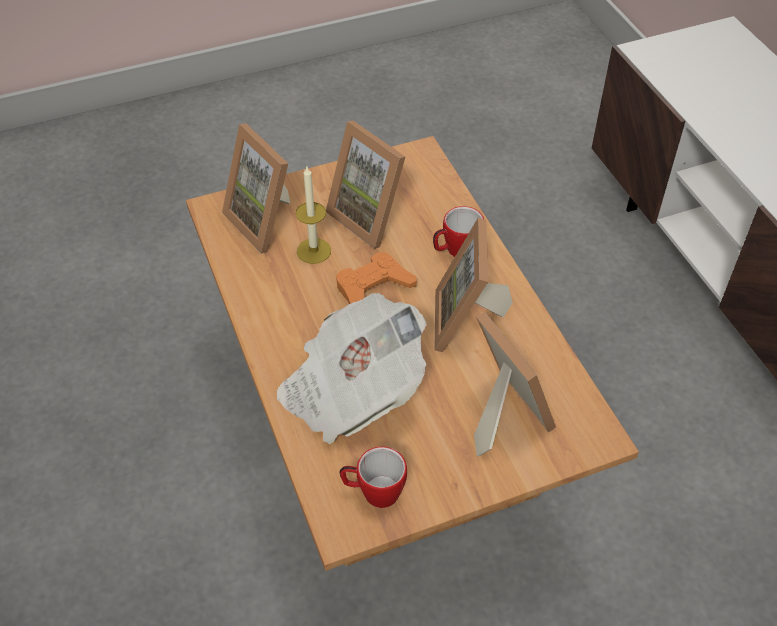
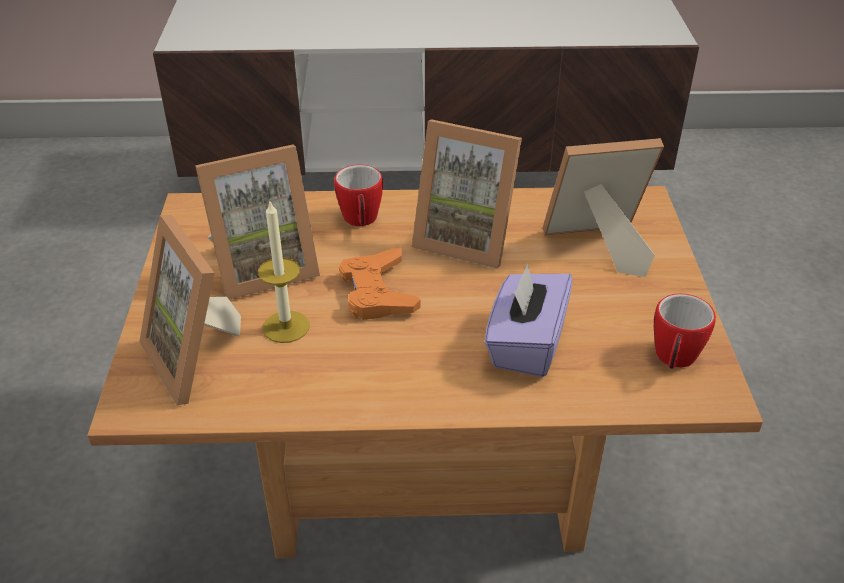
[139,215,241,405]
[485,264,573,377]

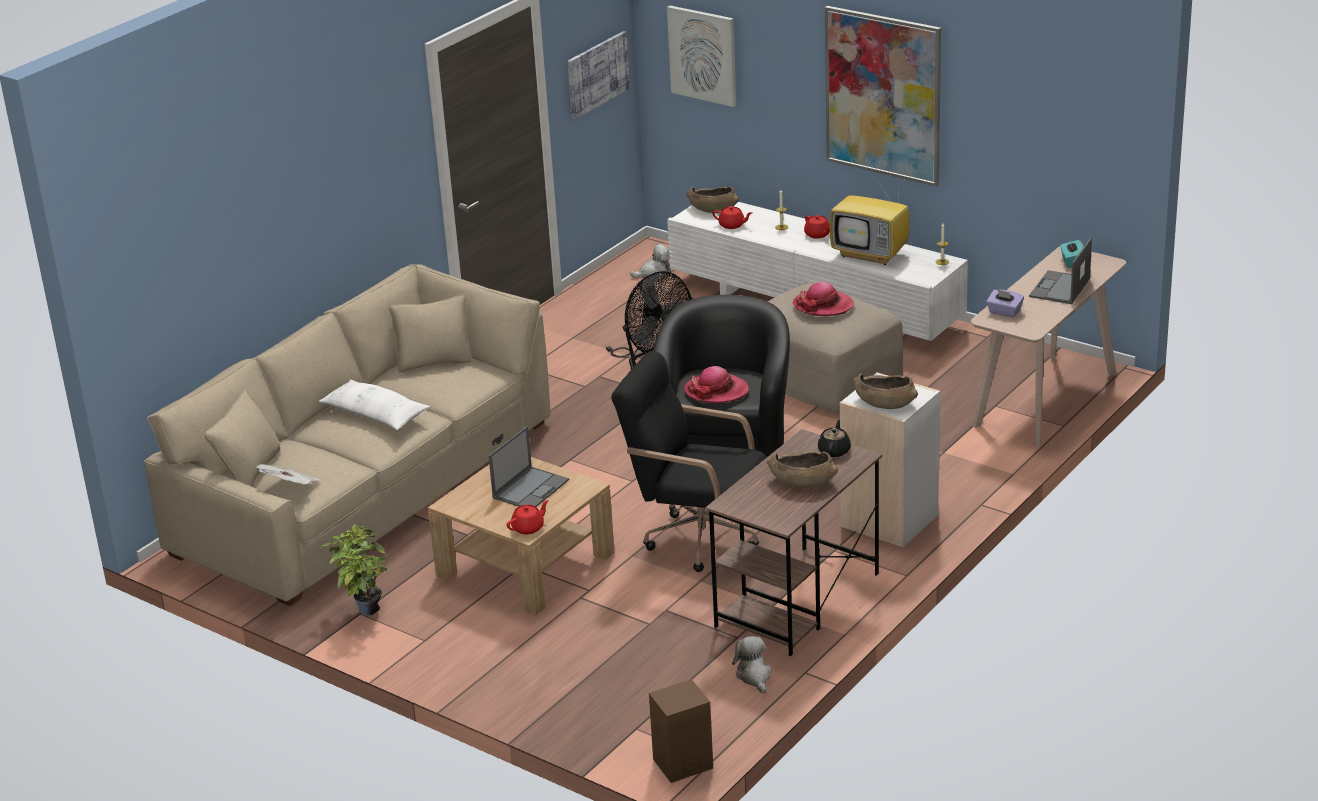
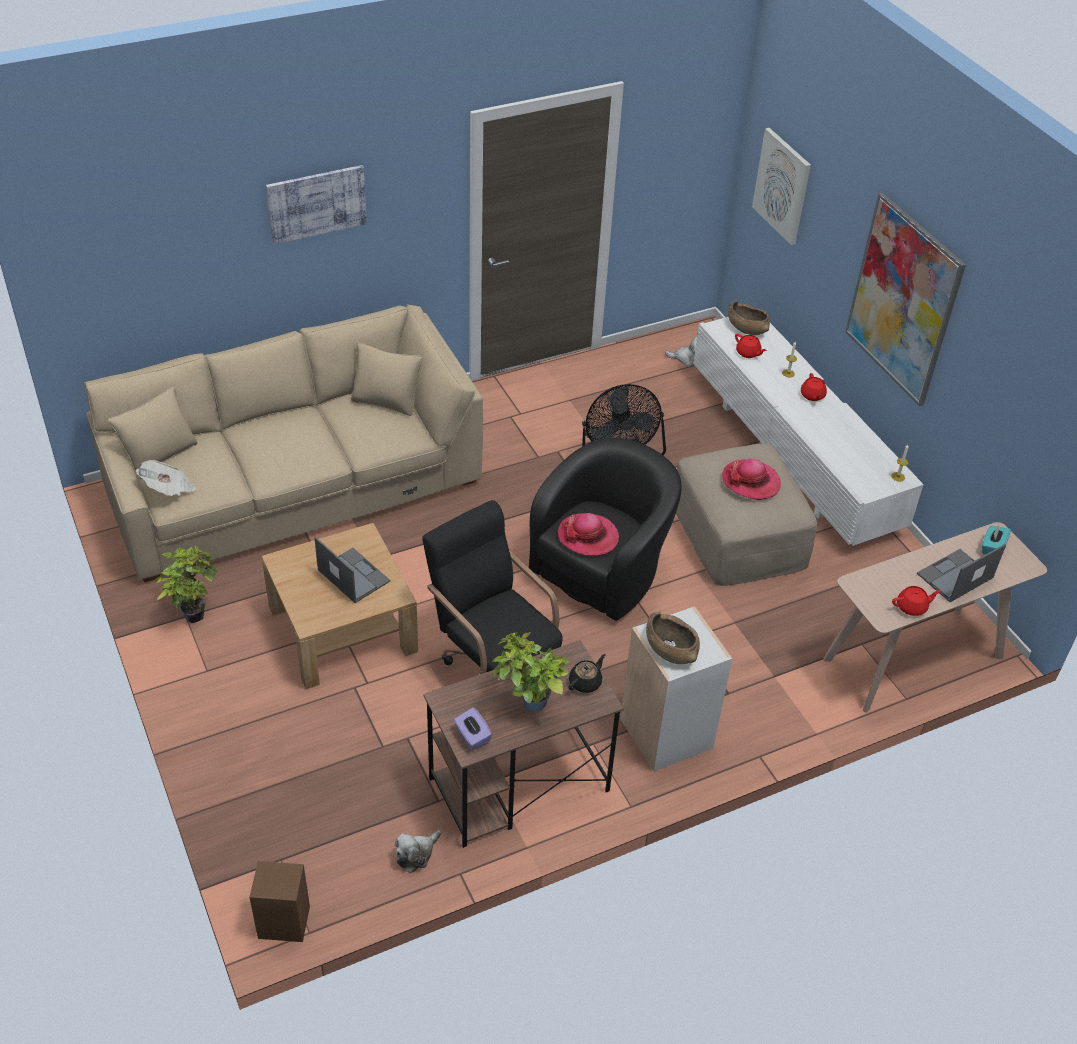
[319,380,430,430] (first image)
[314,537,390,603]
[892,586,941,616]
[266,165,367,245]
[395,830,442,873]
[492,632,569,712]
[830,169,910,265] (first image)
[454,707,492,750]

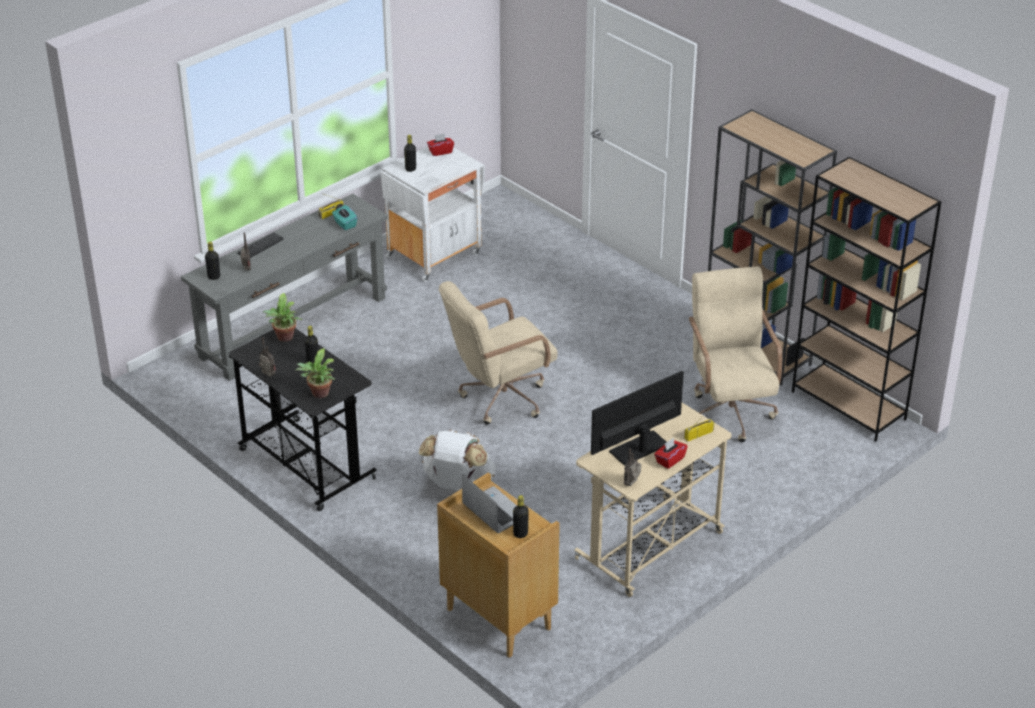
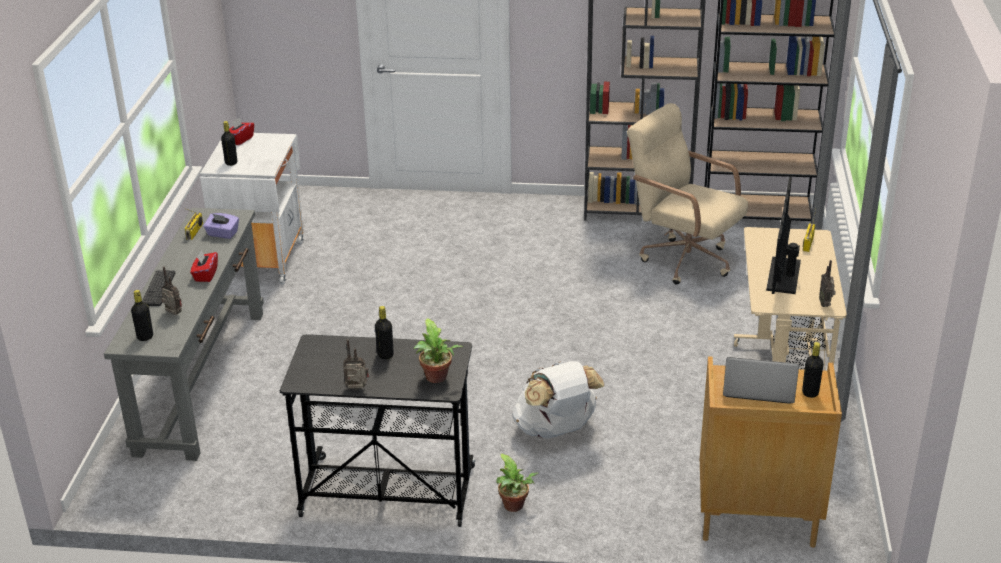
[496,454,539,512]
[203,213,239,239]
[439,281,558,425] (first image)
[190,250,218,282]

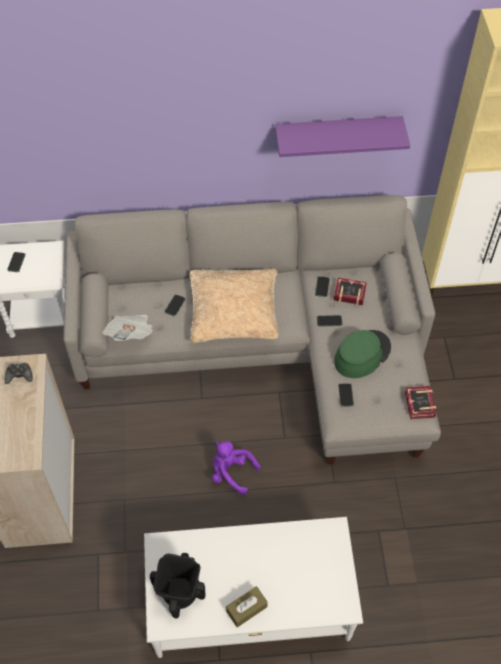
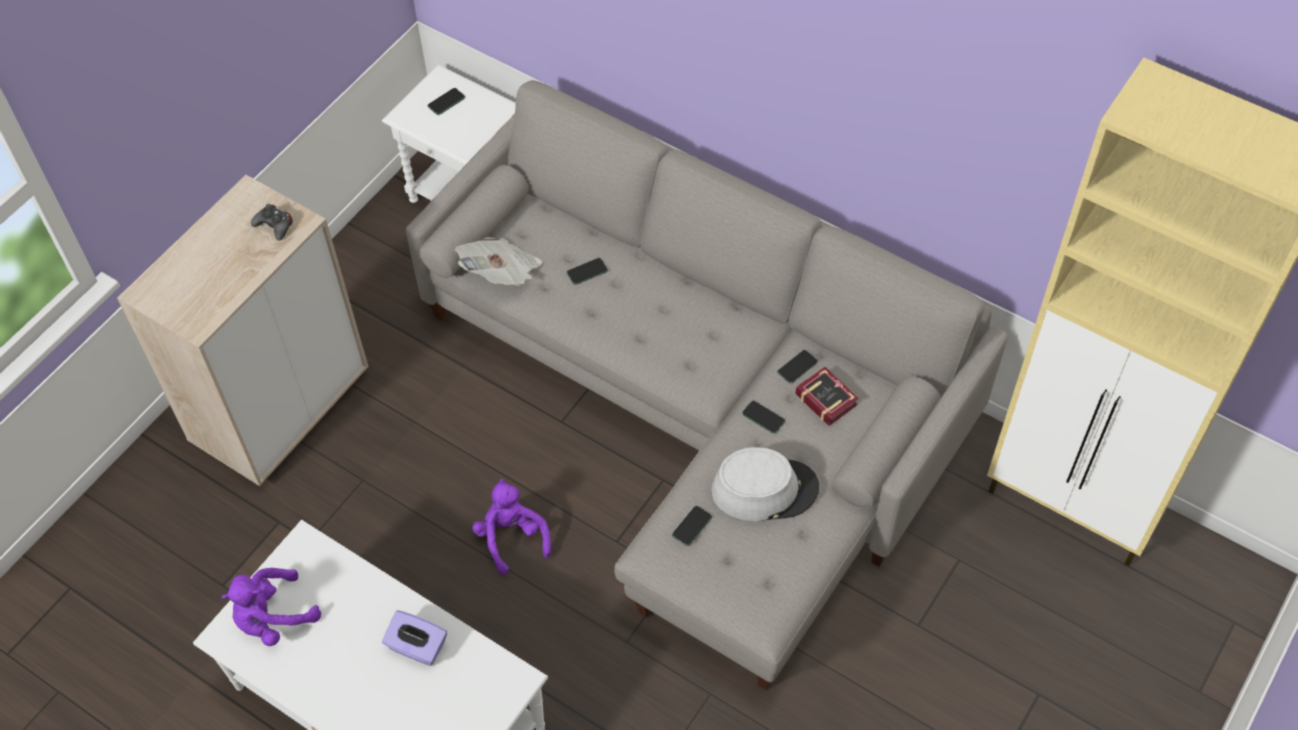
[222,568,321,646]
[190,268,279,343] (first image)
[226,586,268,627] (first image)
[275,116,410,157] (first image)
[711,447,819,521]
[405,386,437,420] (first image)
[382,610,447,666]

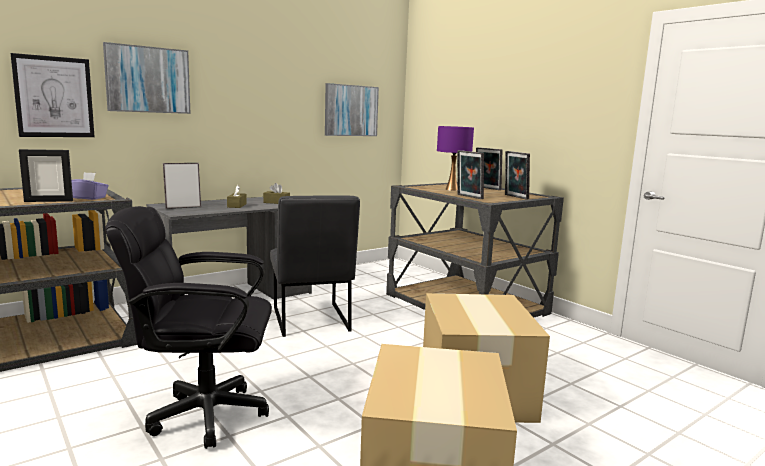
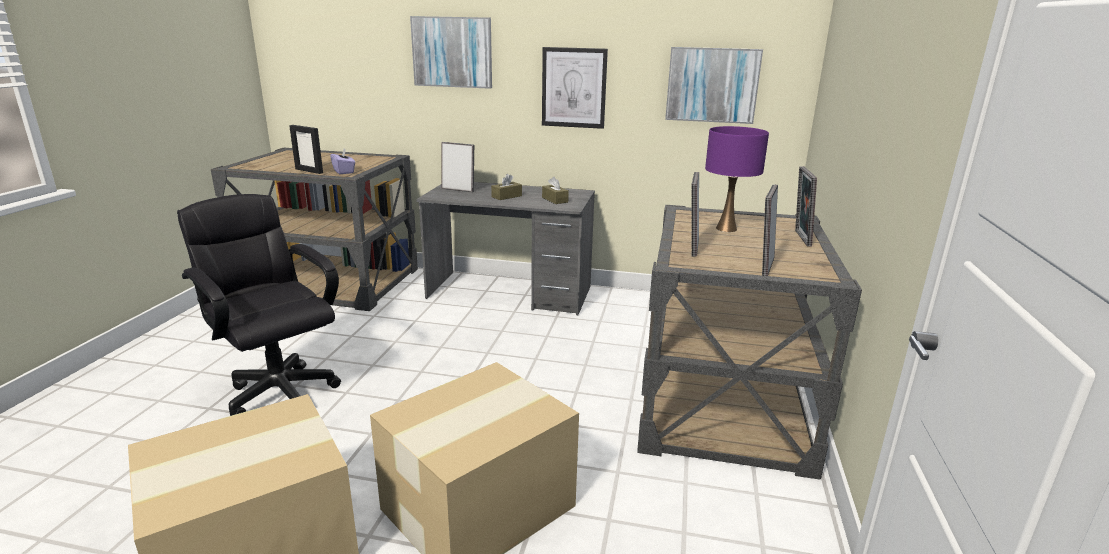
[542,47,608,129]
[270,196,360,337] (first image)

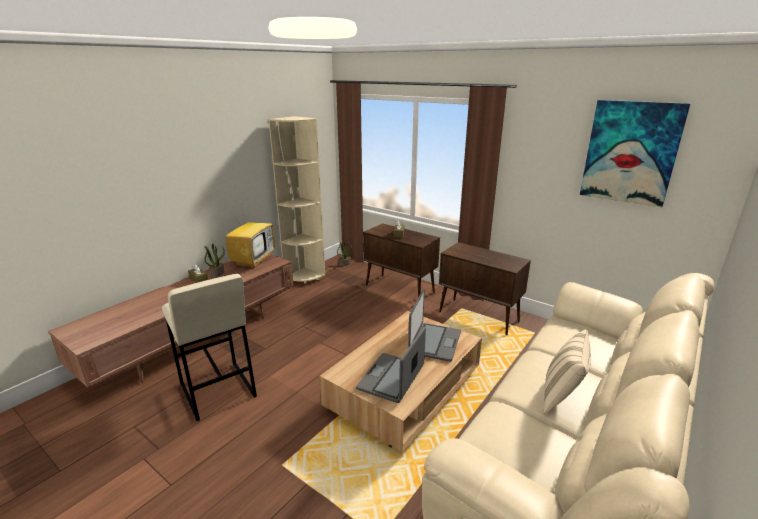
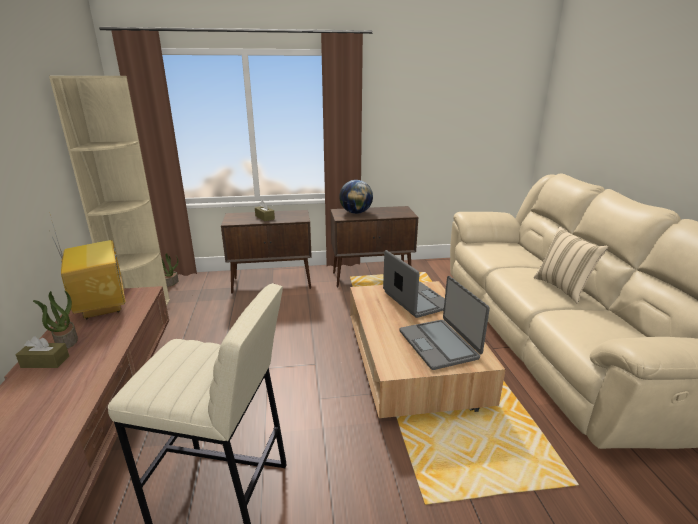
[580,100,691,207] (first image)
[339,180,373,214]

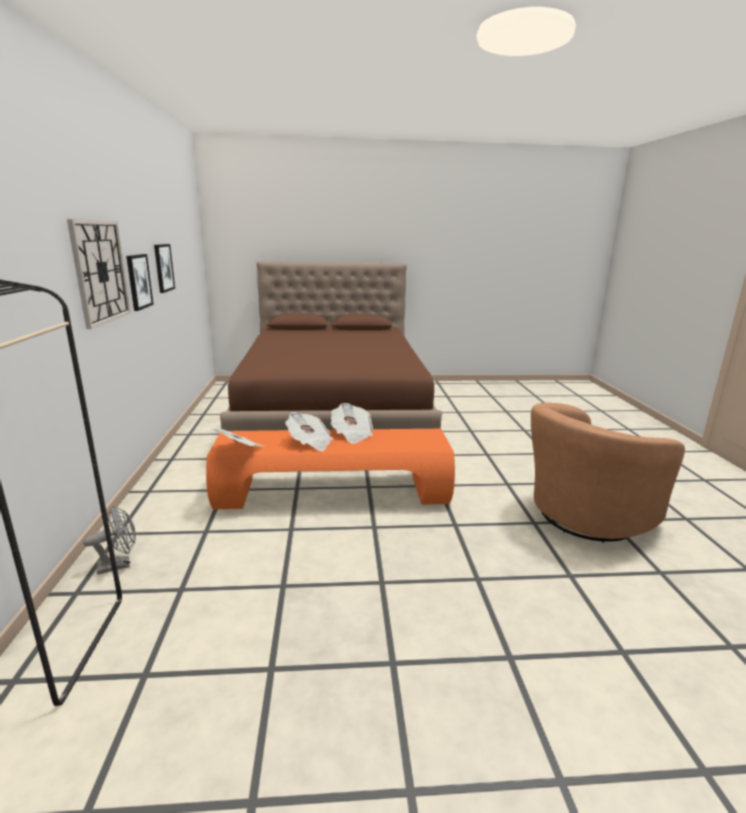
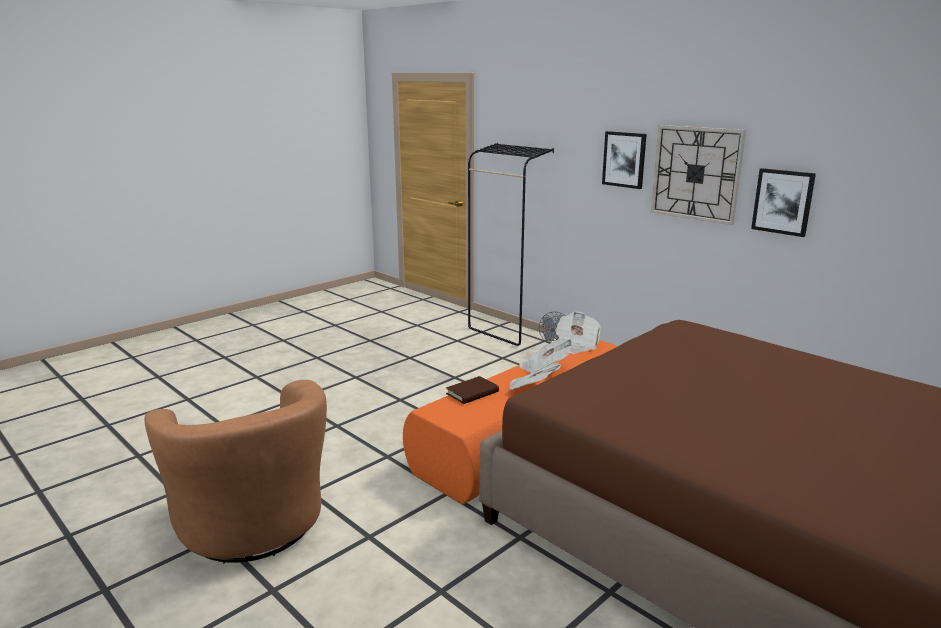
[602,131,647,189]
[144,380,327,564]
[446,376,499,404]

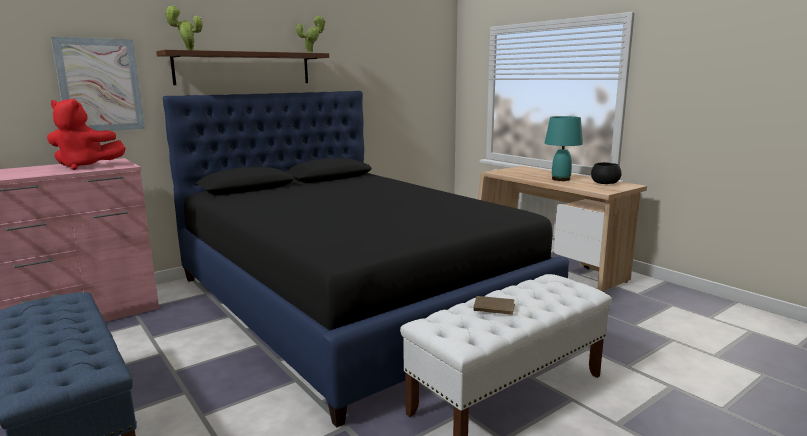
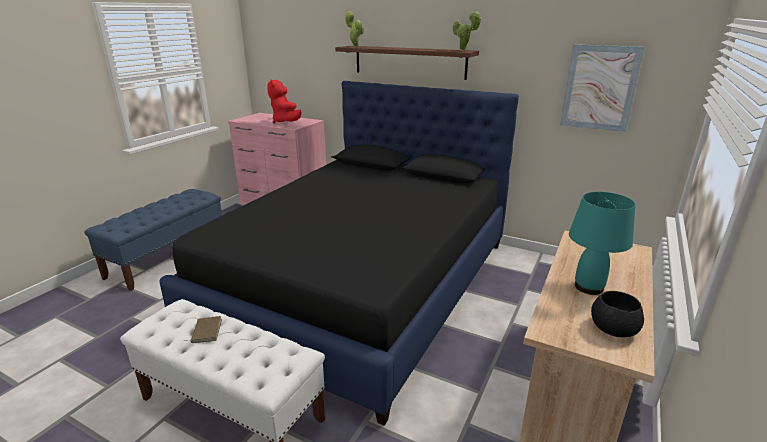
[560,45,645,132]

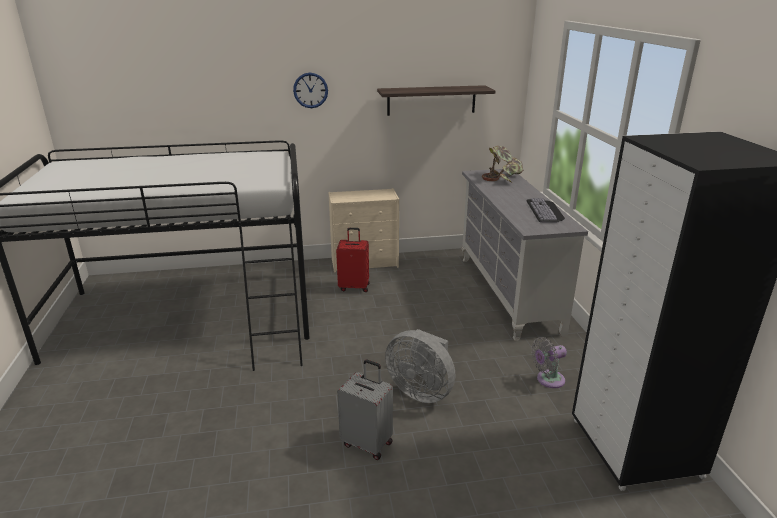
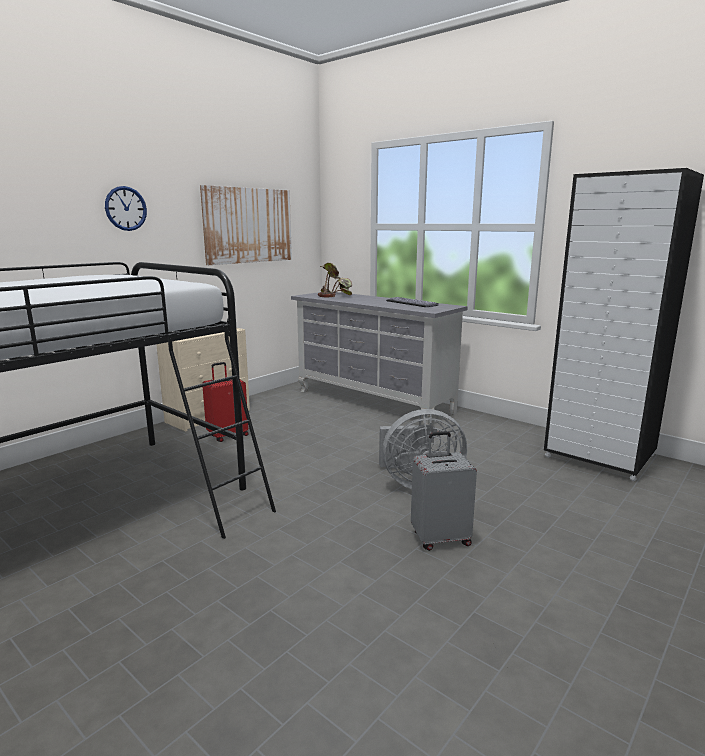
[200,185,292,265]
[531,337,567,388] (first image)

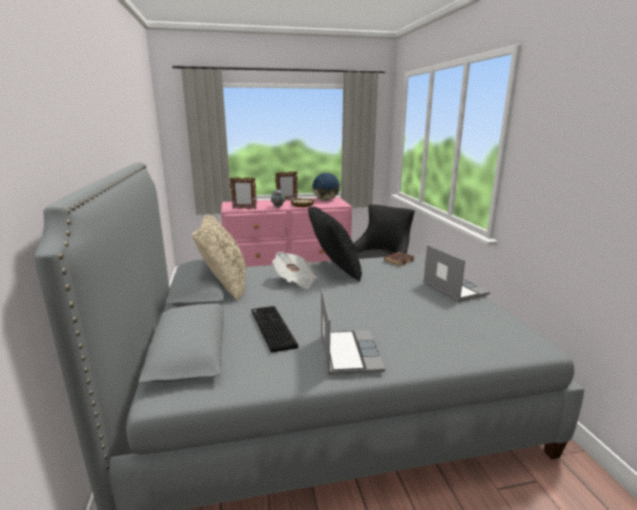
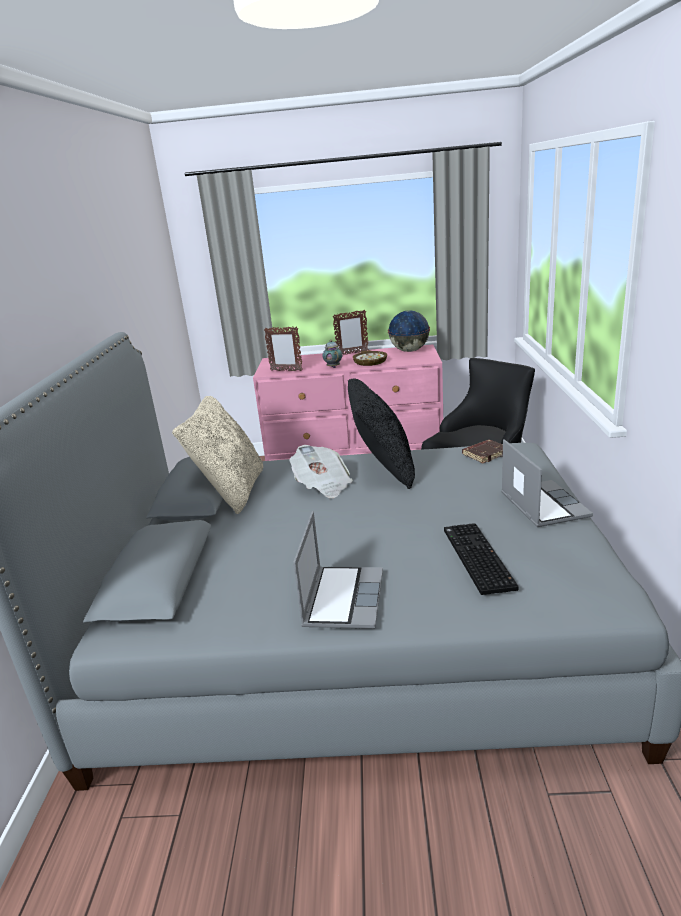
[444,523,519,595]

